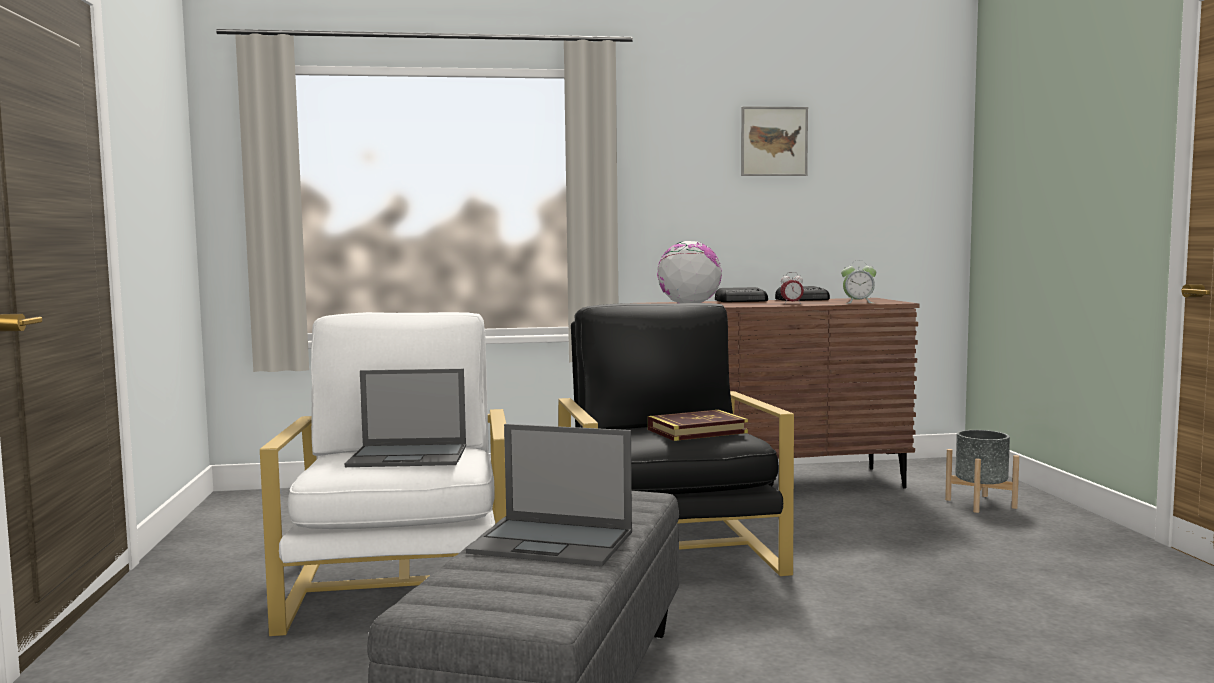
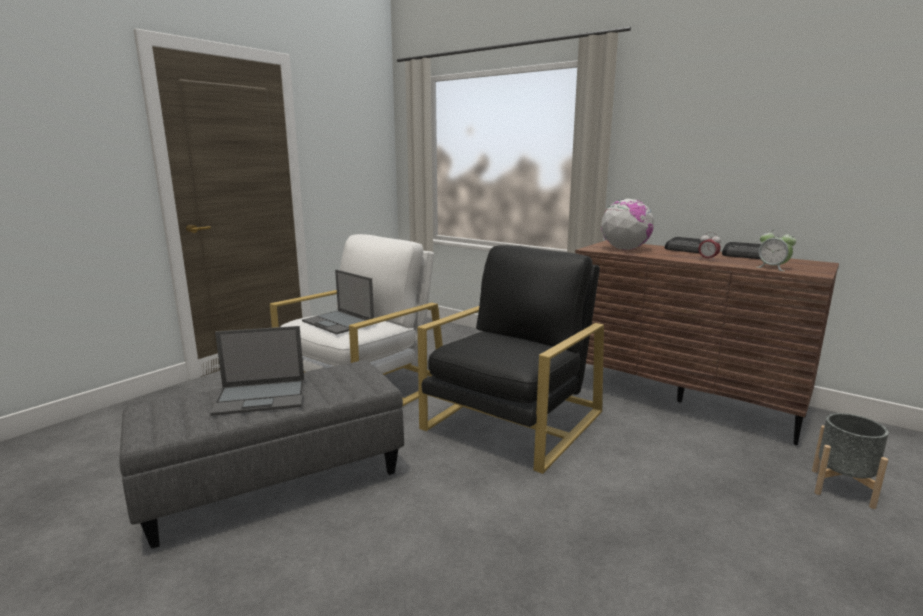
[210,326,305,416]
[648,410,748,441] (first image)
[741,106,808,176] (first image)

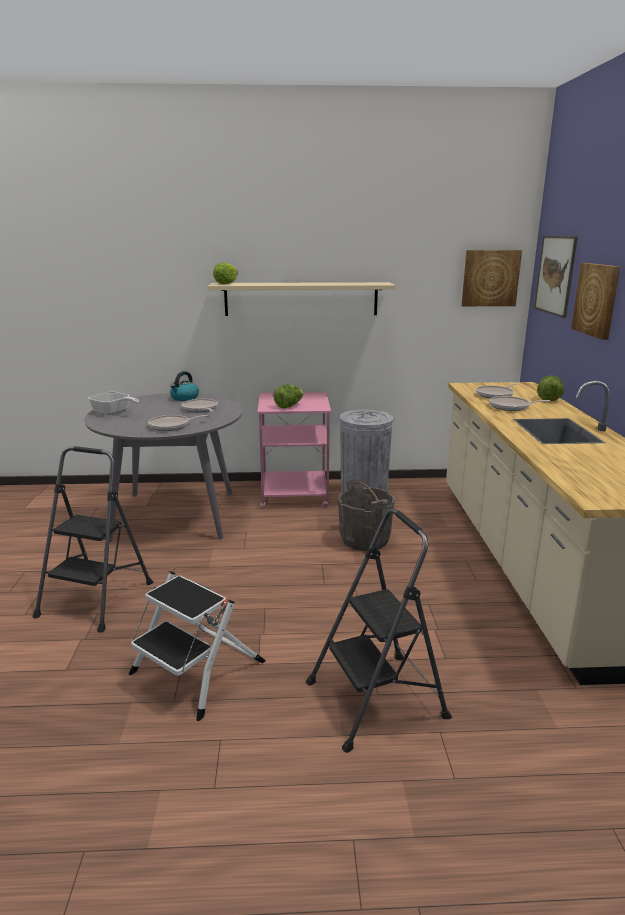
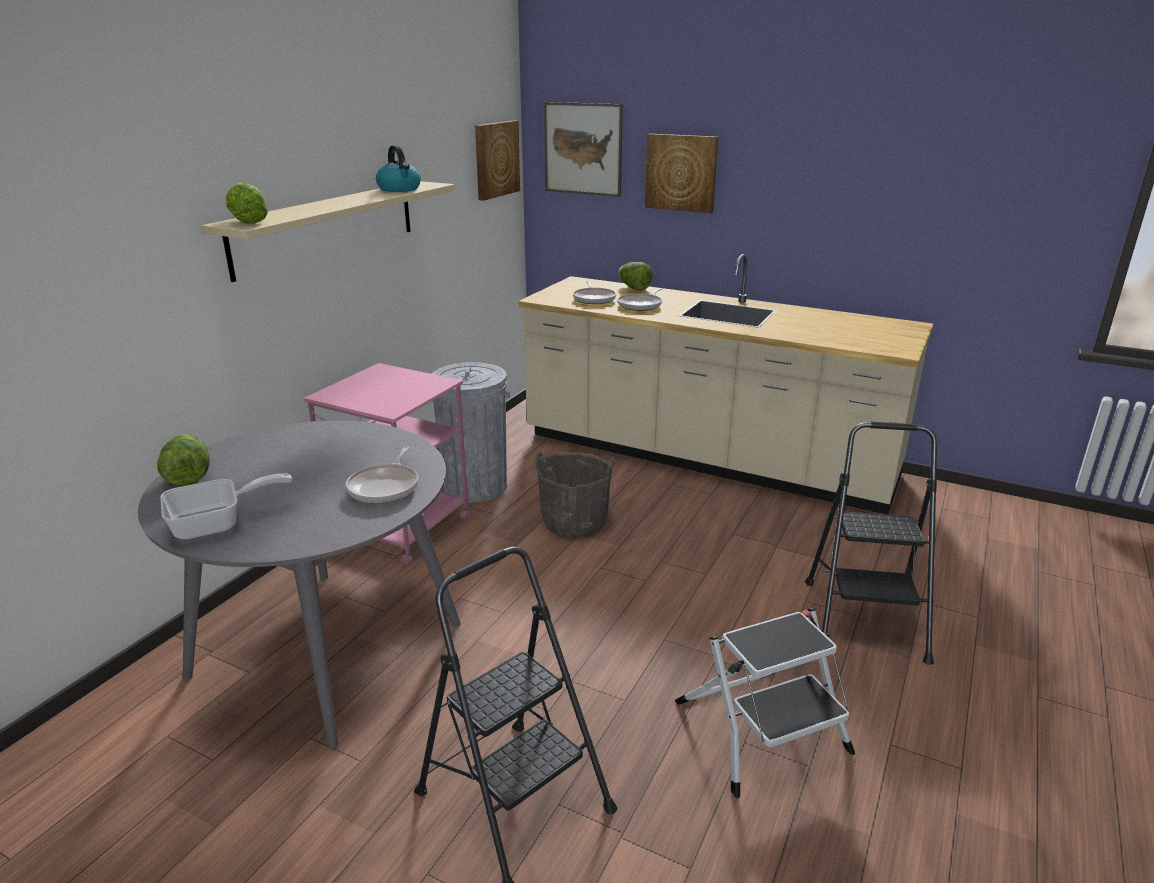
[376,145,421,192]
[182,399,218,412] (first image)
[157,434,210,486]

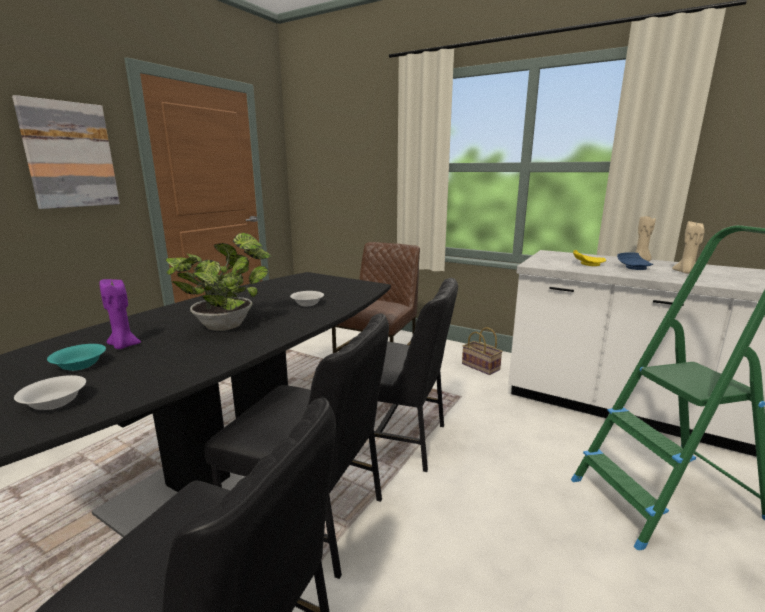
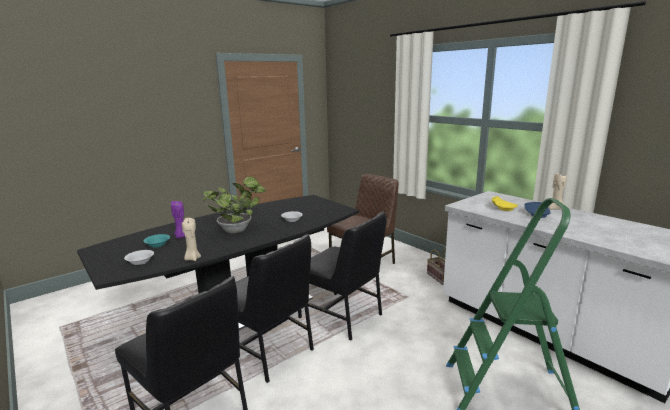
[12,95,120,209] (first image)
[182,218,201,261]

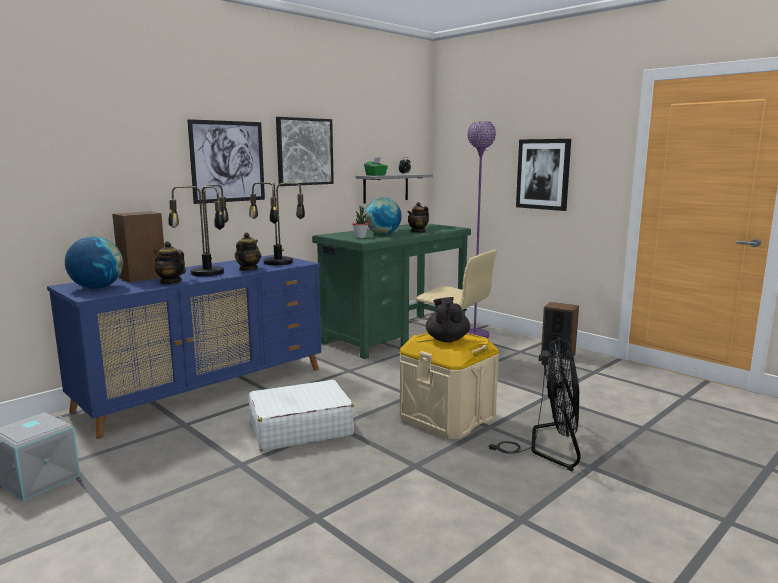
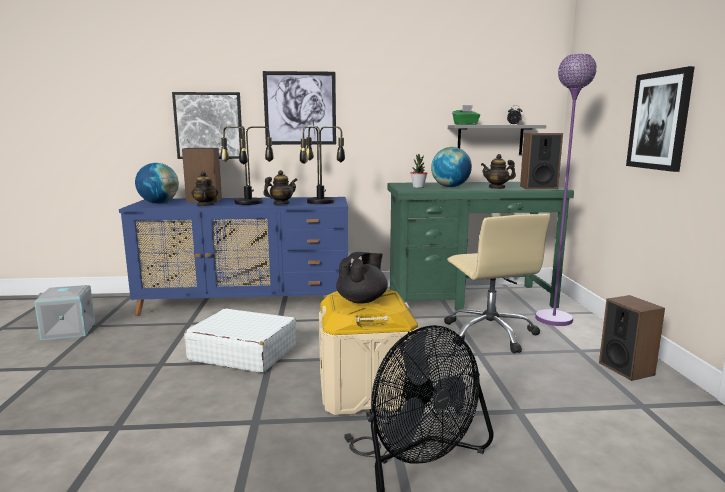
[172,92,242,159]
[520,133,563,189]

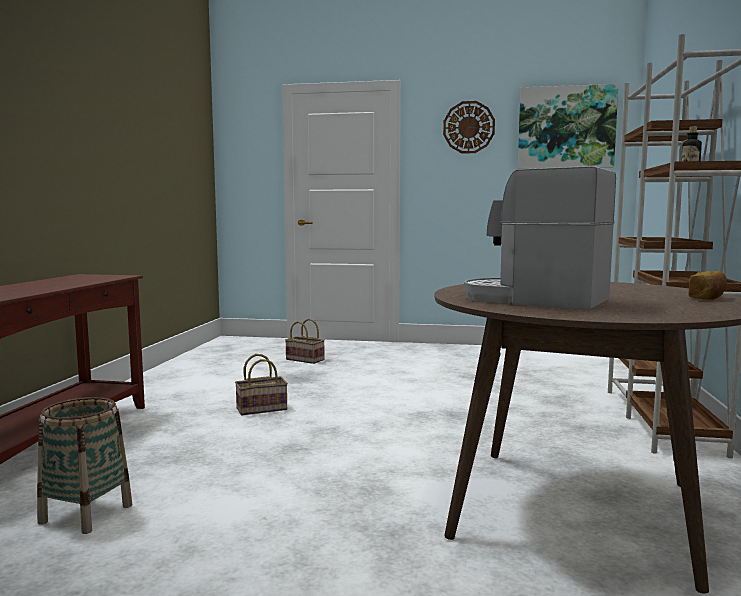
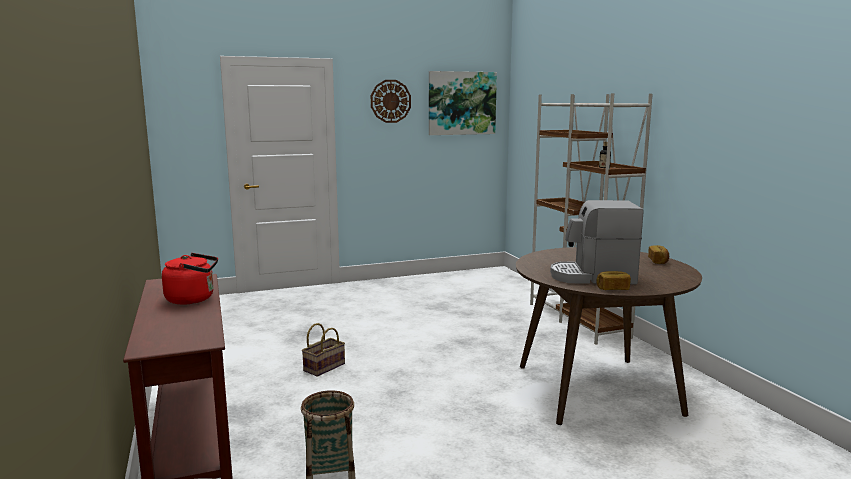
[285,319,325,364] (first image)
[162,253,218,305]
[596,271,631,290]

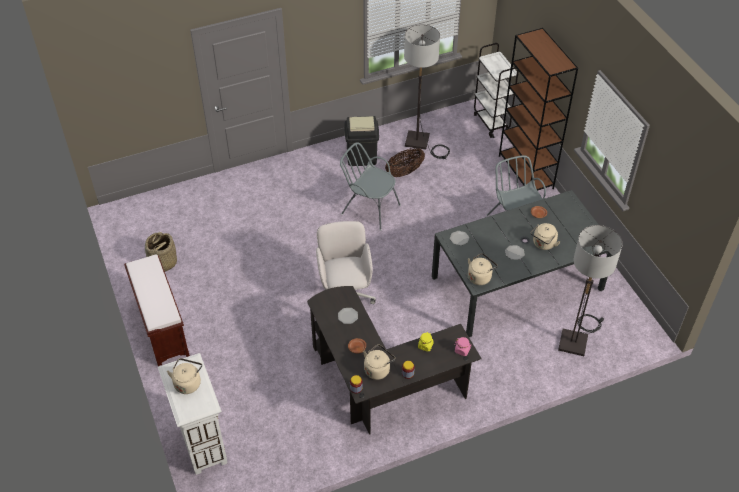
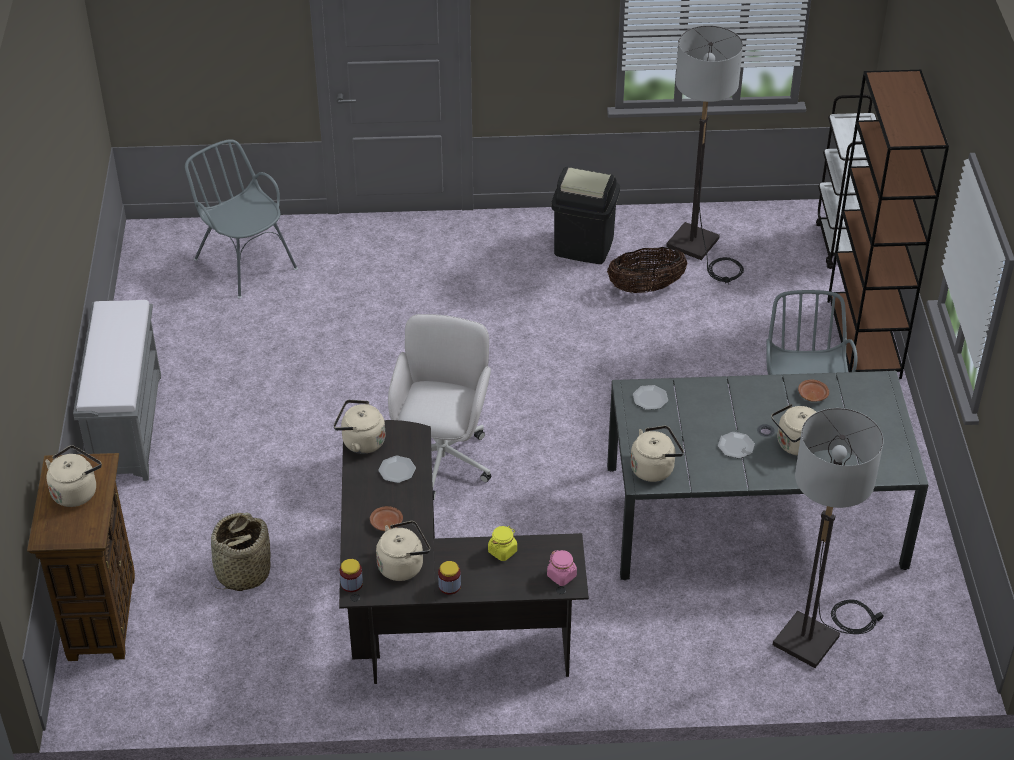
[73,300,161,481]
[211,513,271,591]
[27,453,135,661]
[185,139,298,299]
[334,400,386,454]

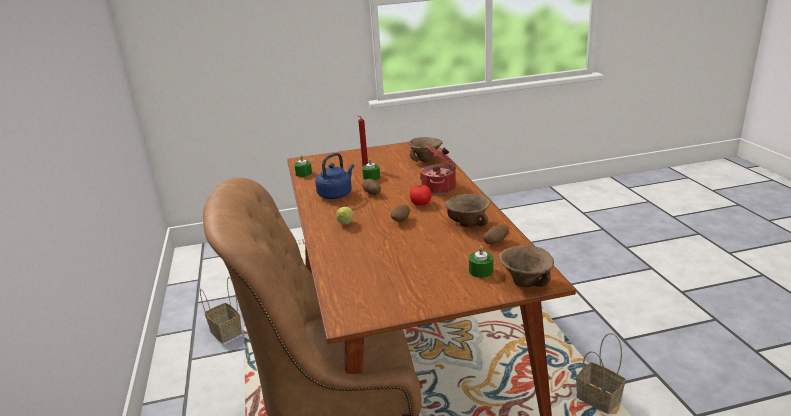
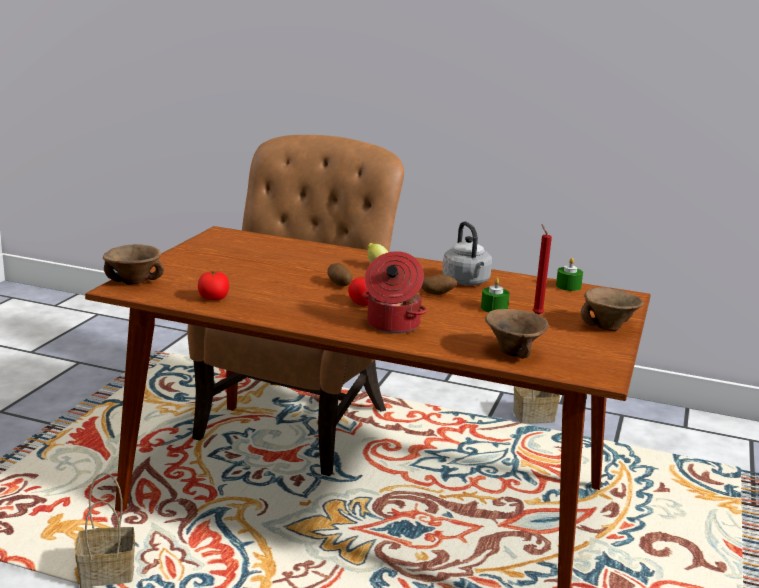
[442,221,492,285]
[581,287,644,331]
[469,246,493,278] (first image)
[198,271,229,300]

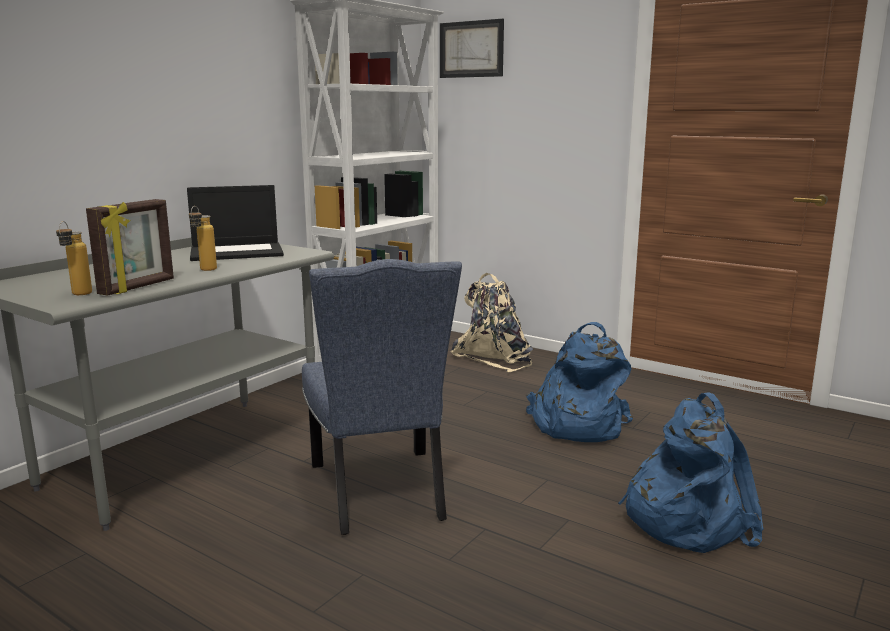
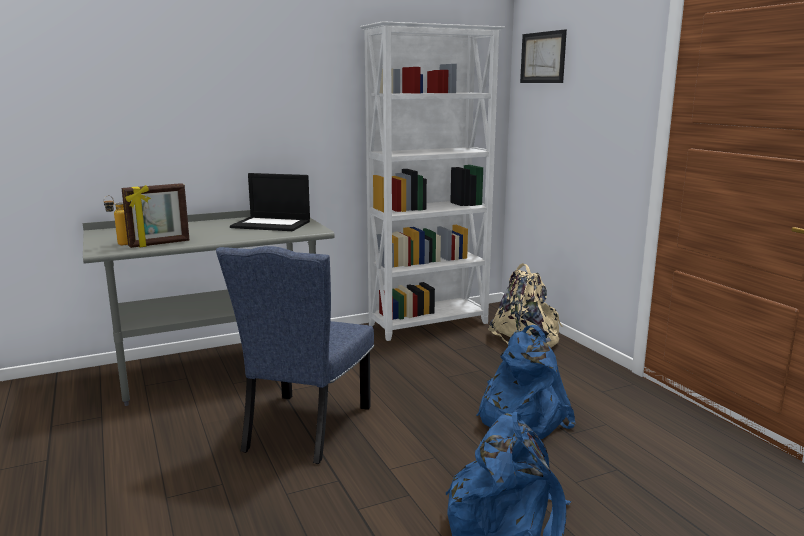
[189,206,217,271] (first image)

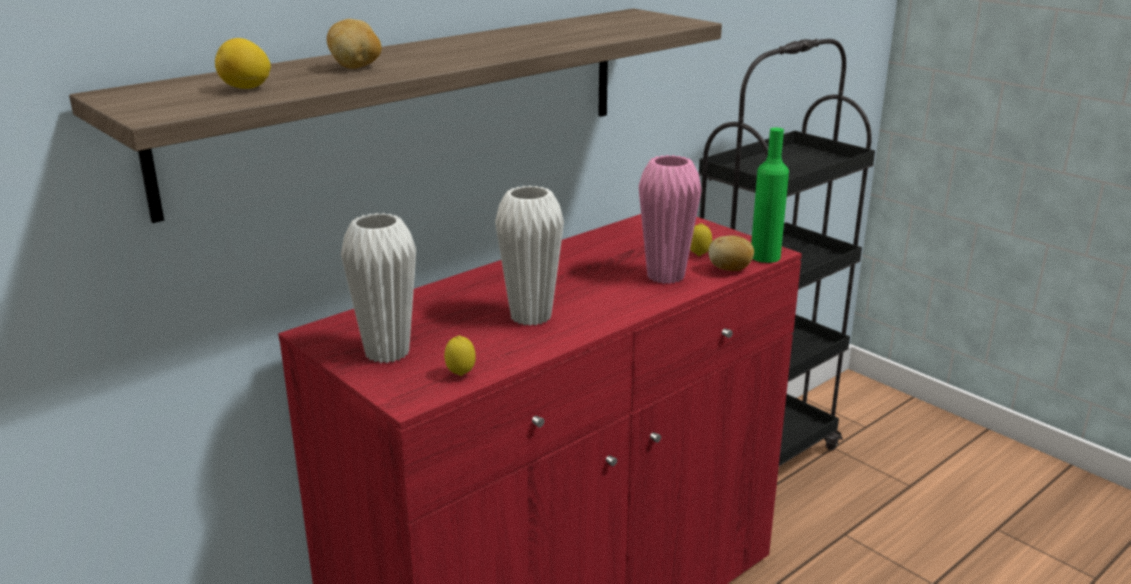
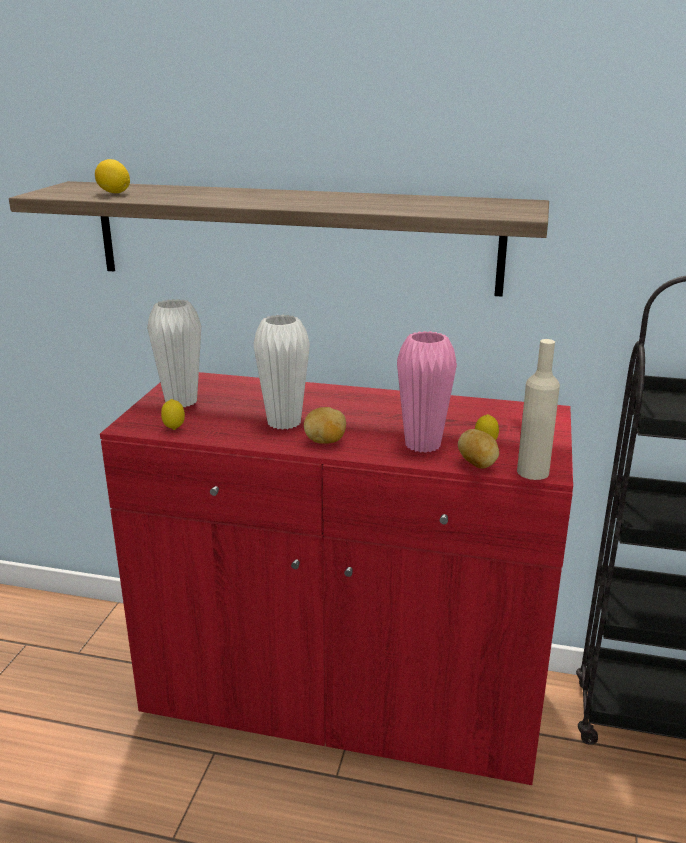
[304,407,346,444]
[517,339,560,480]

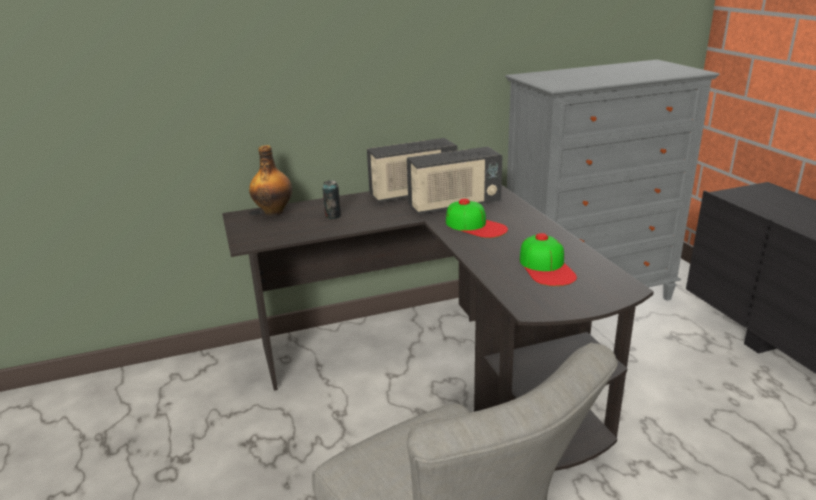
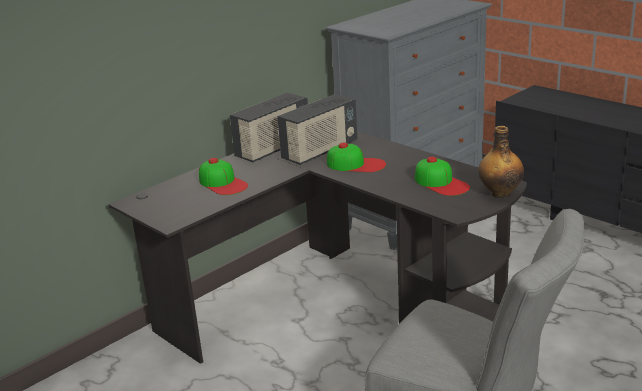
[478,126,524,199]
[199,158,248,195]

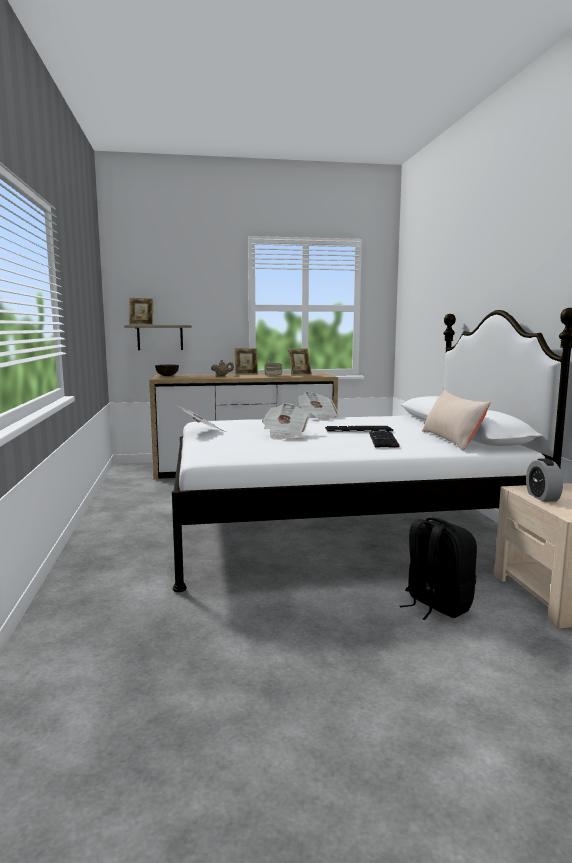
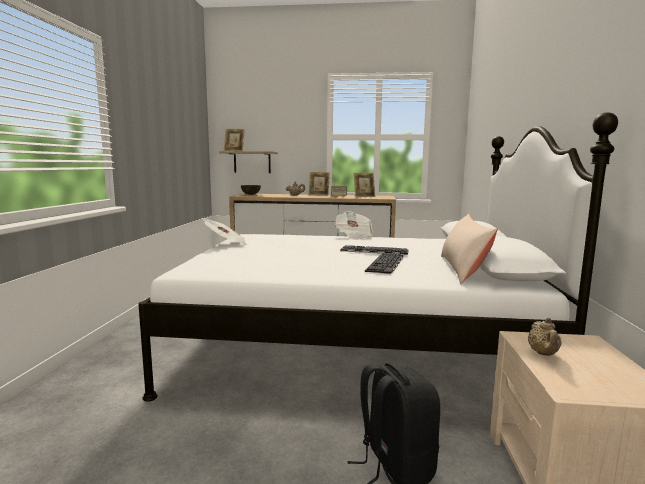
[262,403,310,440] (first image)
[528,317,562,356]

